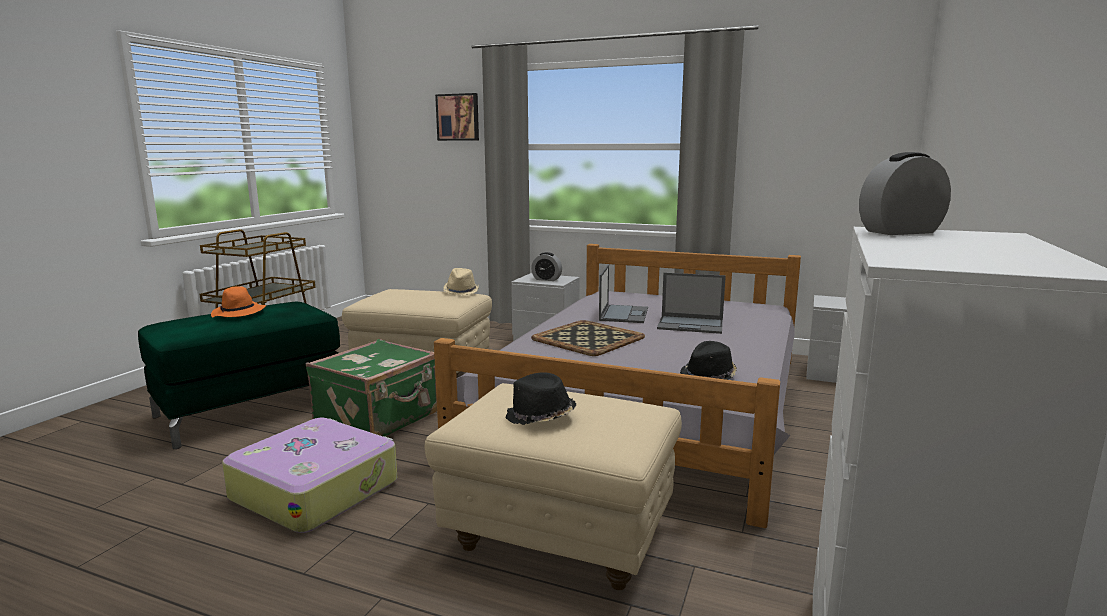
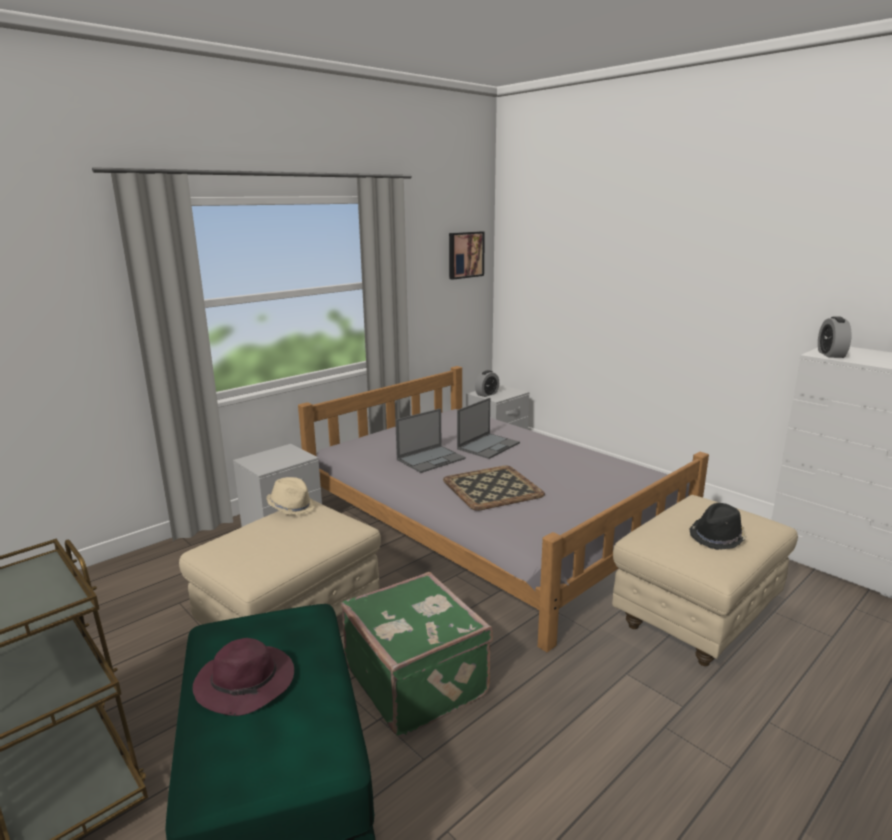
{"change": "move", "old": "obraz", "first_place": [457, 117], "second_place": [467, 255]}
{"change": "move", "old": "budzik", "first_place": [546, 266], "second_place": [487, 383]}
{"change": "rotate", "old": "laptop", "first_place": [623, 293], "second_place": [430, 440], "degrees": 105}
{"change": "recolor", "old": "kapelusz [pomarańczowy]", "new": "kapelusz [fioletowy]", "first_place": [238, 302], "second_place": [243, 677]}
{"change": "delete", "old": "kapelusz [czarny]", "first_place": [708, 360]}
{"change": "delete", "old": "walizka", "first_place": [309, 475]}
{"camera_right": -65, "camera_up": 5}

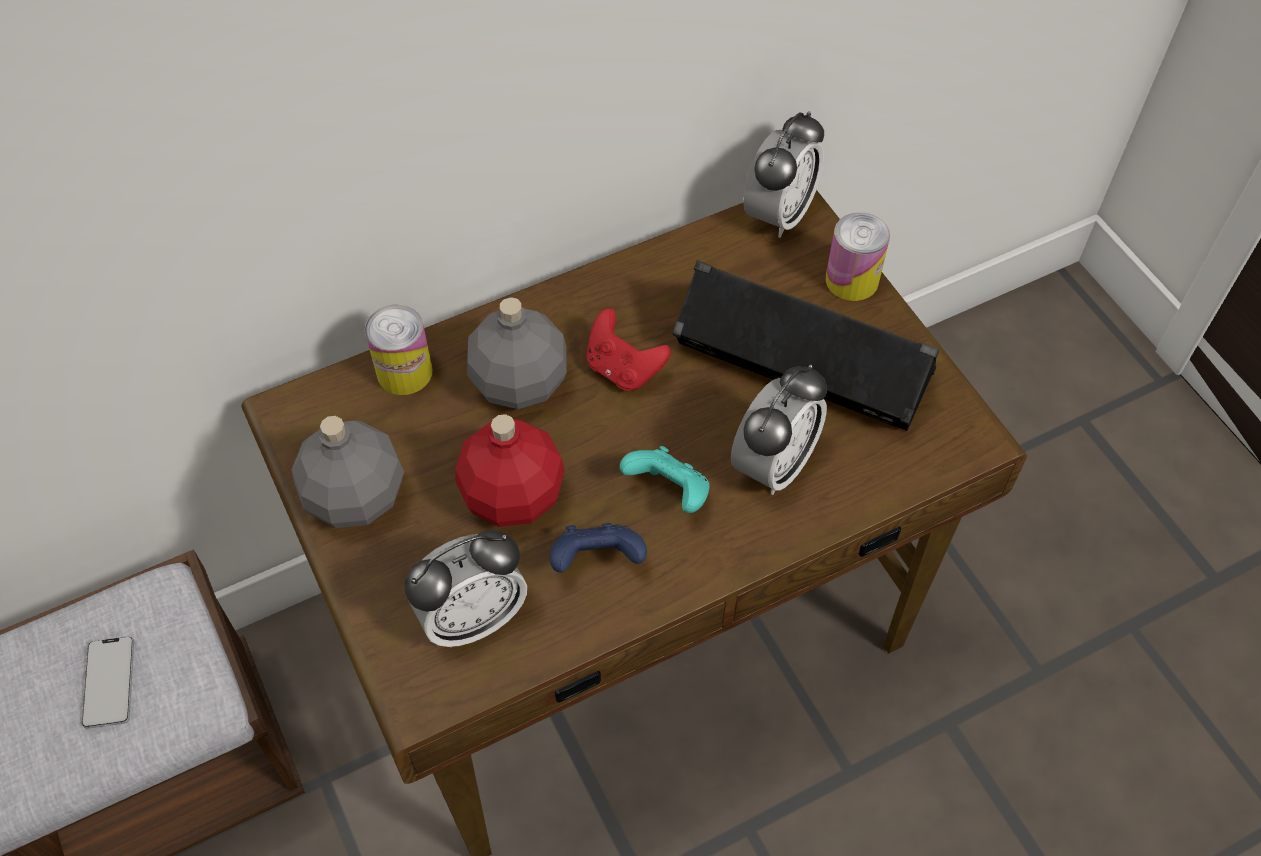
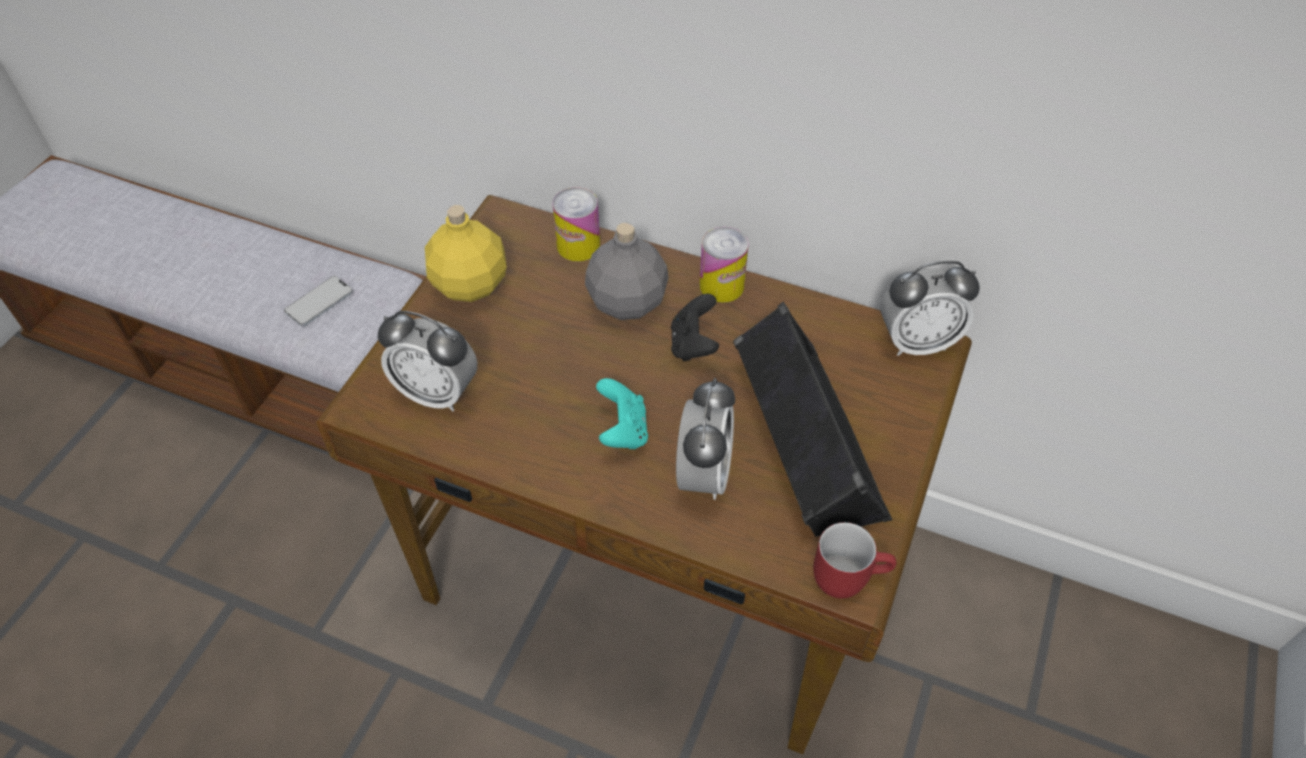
{"change": "move", "old": "puszka", "first_place": [858, 256], "second_place": [724, 265]}
{"change": "recolor", "old": "pad do gier [czerwony]", "new": "pad do gier [czarny]", "first_place": [628, 349], "second_place": [695, 327]}
{"change": "rotate", "old": "budzik", "first_place": [779, 429], "second_place": [705, 439], "degrees": -75}
{"change": "delete", "old": "butelka [czerwony]", "first_place": [510, 470]}
{"change": "recolor", "old": "butelka [szary]", "new": "butelka [żółty]", "first_place": [348, 472], "second_place": [466, 253]}
{"change": "delete", "old": "pad do gier [niebieski]", "first_place": [598, 547]}
{"change": "insert", "new": "kubek [czerwony]", "second_place": [854, 560]}
{"camera_right": 50, "camera_up": -5}

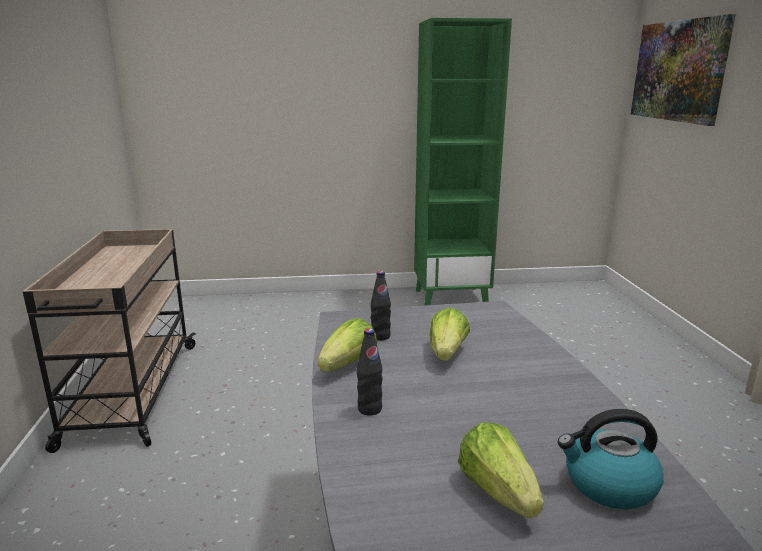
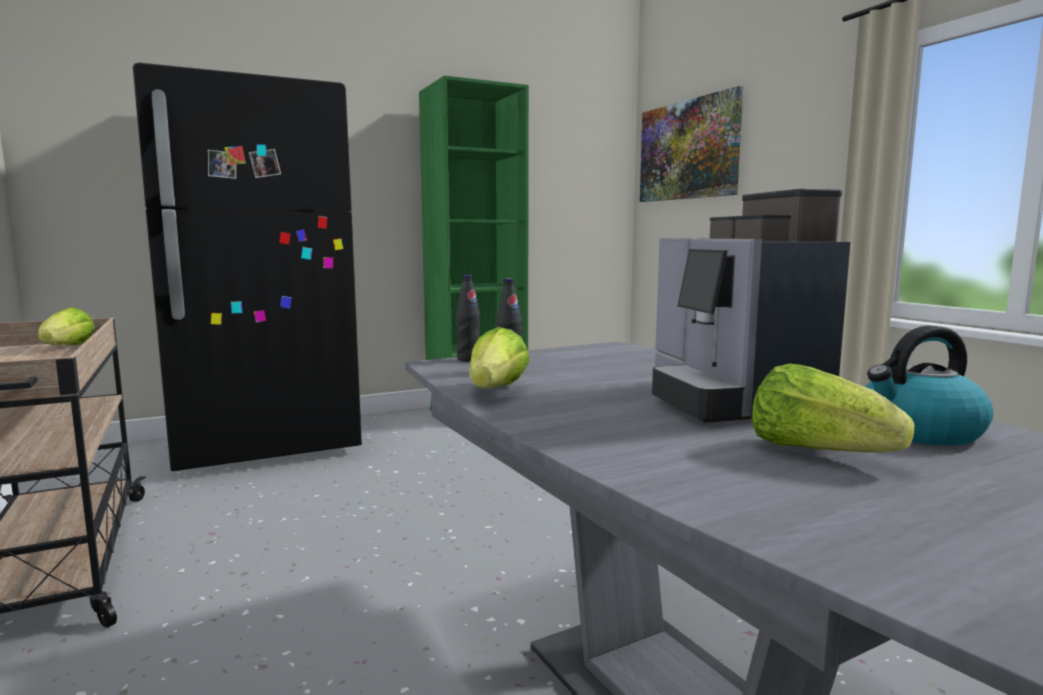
{"change": "move", "old": "sałata", "first_place": [449, 334], "second_place": [66, 326]}
{"change": "move", "old": "butelka [czarny]", "first_place": [370, 371], "second_place": [468, 318]}
{"change": "insert", "new": "lodówka [czarny]", "second_place": [247, 267]}
{"change": "insert", "new": "ekspres do kawy", "second_place": [751, 306]}
{"camera_right": -20, "camera_up": -10}

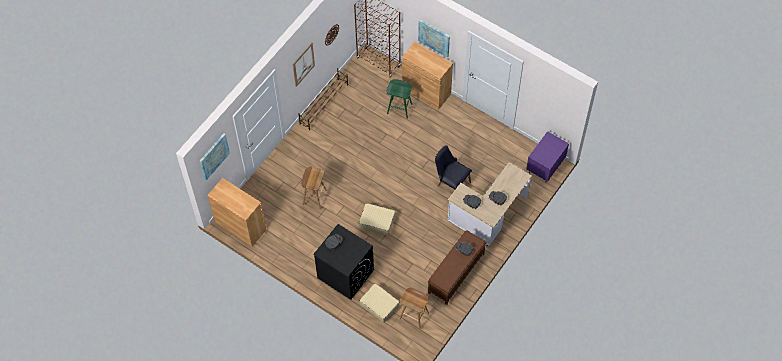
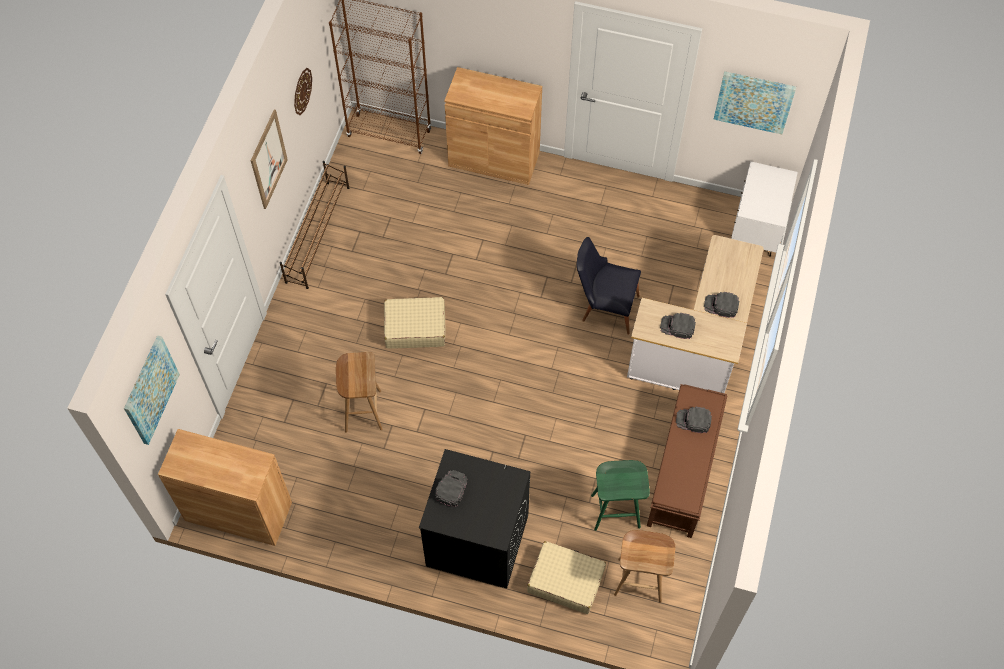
{"change": "move", "old": "obraz", "first_place": [434, 38], "second_place": [755, 102]}
{"change": "move", "old": "stołek [zielony]", "first_place": [399, 99], "second_place": [620, 495]}
{"change": "recolor", "old": "szafka nocna [fioletowy]", "new": "szafka nocna [biały]", "first_place": [547, 156], "second_place": [764, 209]}
{"change": "move", "old": "walizka [beżowy]", "first_place": [377, 219], "second_place": [414, 323]}
{"camera_right": -20, "camera_up": 0}

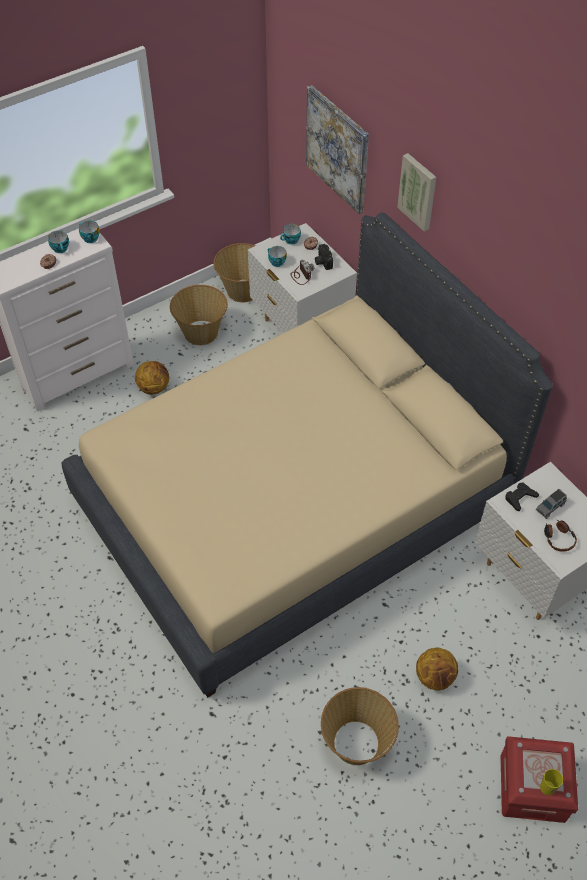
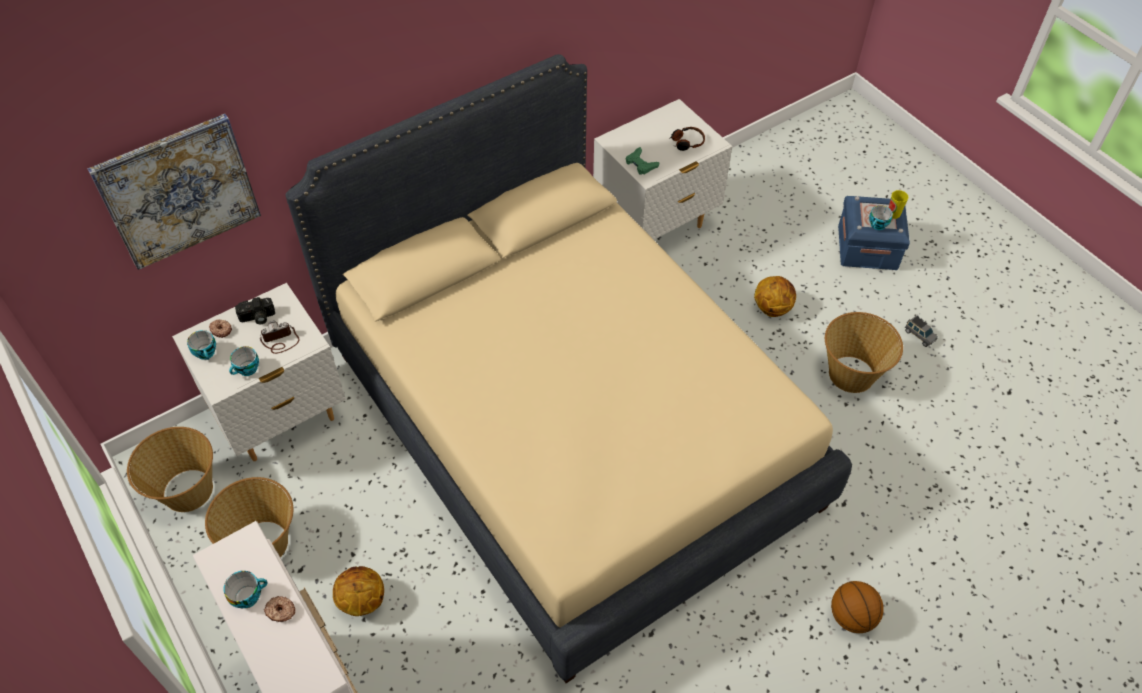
{"change": "delete", "old": "obraz", "first_place": [416, 192]}
{"change": "move", "old": "filiżanka", "first_place": [89, 231], "second_place": [881, 217]}
{"change": "recolor", "old": "pad do gier [czarny]", "new": "pad do gier [zielony]", "first_place": [522, 497], "second_place": [642, 161]}
{"change": "move", "old": "samochodzik [szary]", "first_place": [551, 504], "second_place": [921, 331]}
{"change": "recolor", "old": "pojemnik do przechowywania [czerwony]", "new": "pojemnik do przechowywania [niebieski]", "first_place": [539, 779], "second_place": [874, 233]}
{"change": "insert", "new": "piłka do koszykówki", "second_place": [857, 607]}
{"camera_right": -90, "camera_up": 0}

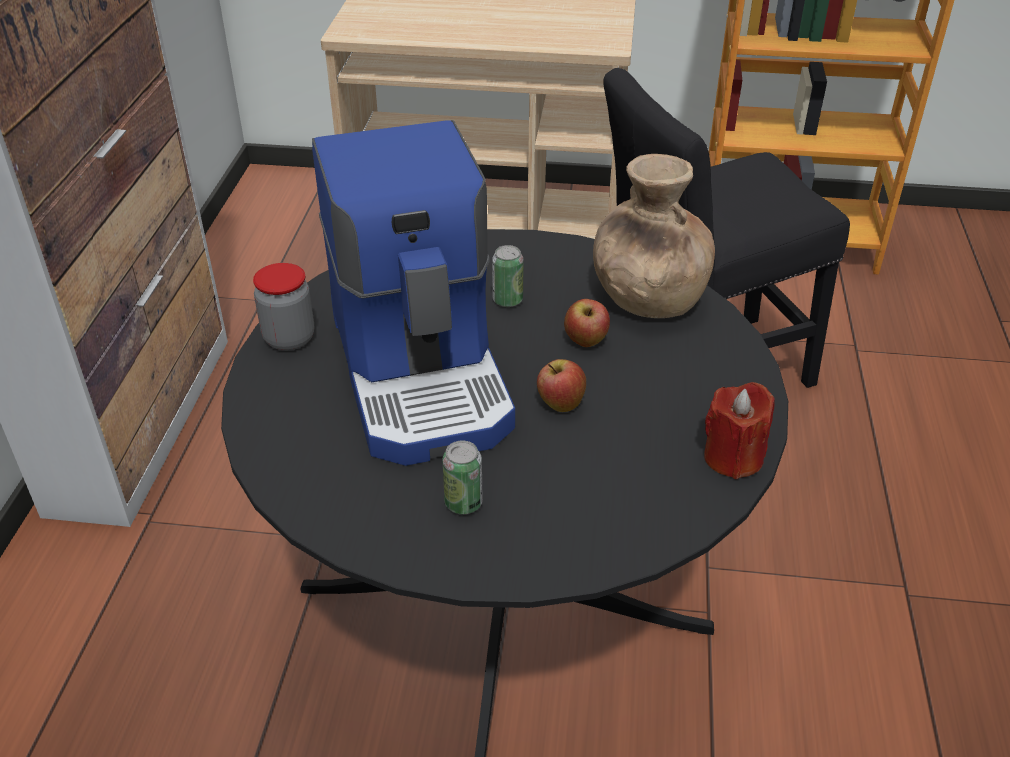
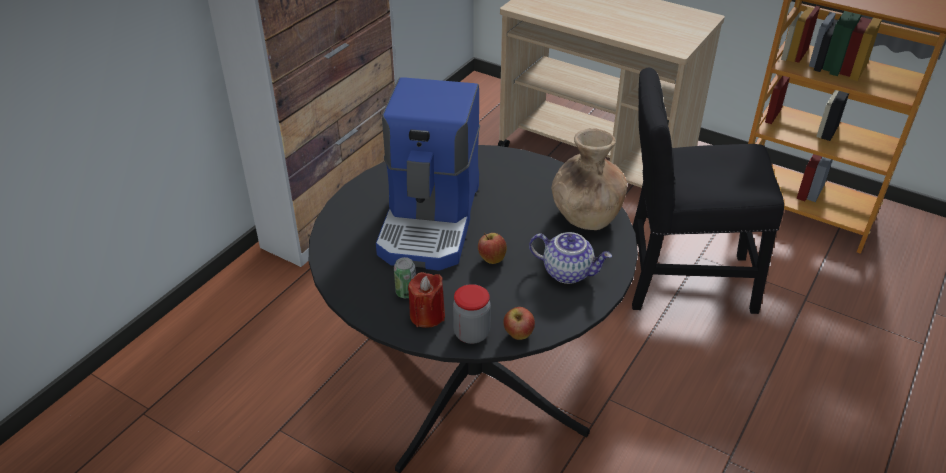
{"change": "delete", "old": "puszka", "first_place": [508, 276]}
{"change": "move", "old": "słoik", "first_place": [283, 307], "second_place": [472, 314]}
{"change": "move", "old": "jabłko", "first_place": [587, 323], "second_place": [519, 323]}
{"change": "move", "old": "świeca [czerwony]", "first_place": [739, 430], "second_place": [426, 300]}
{"change": "insert", "new": "imbryk", "second_place": [570, 258]}
{"camera_right": 25, "camera_up": 0}

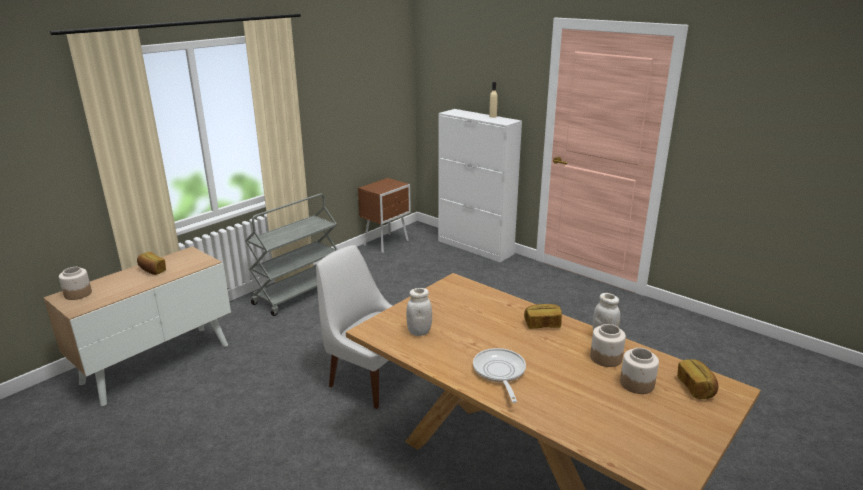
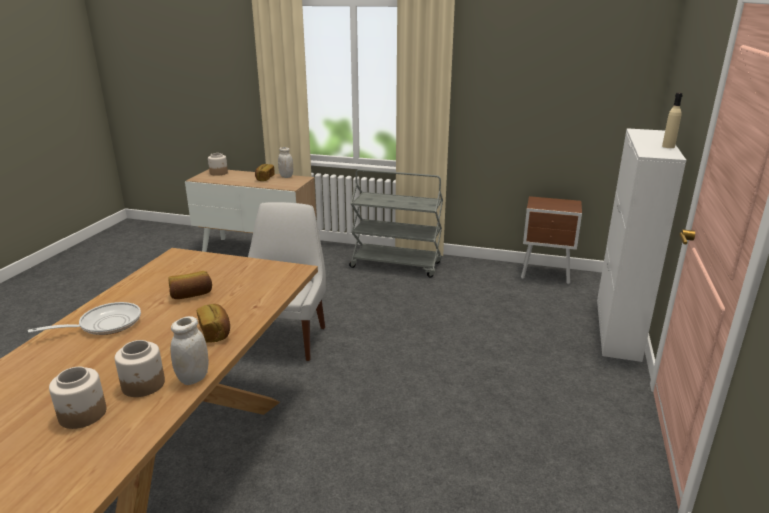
{"change": "move", "old": "słoik [biały]", "first_place": [419, 312], "second_place": [285, 162]}
{"change": "move", "old": "chleb", "first_place": [697, 379], "second_place": [190, 285]}
{"camera_right": 65, "camera_up": 0}

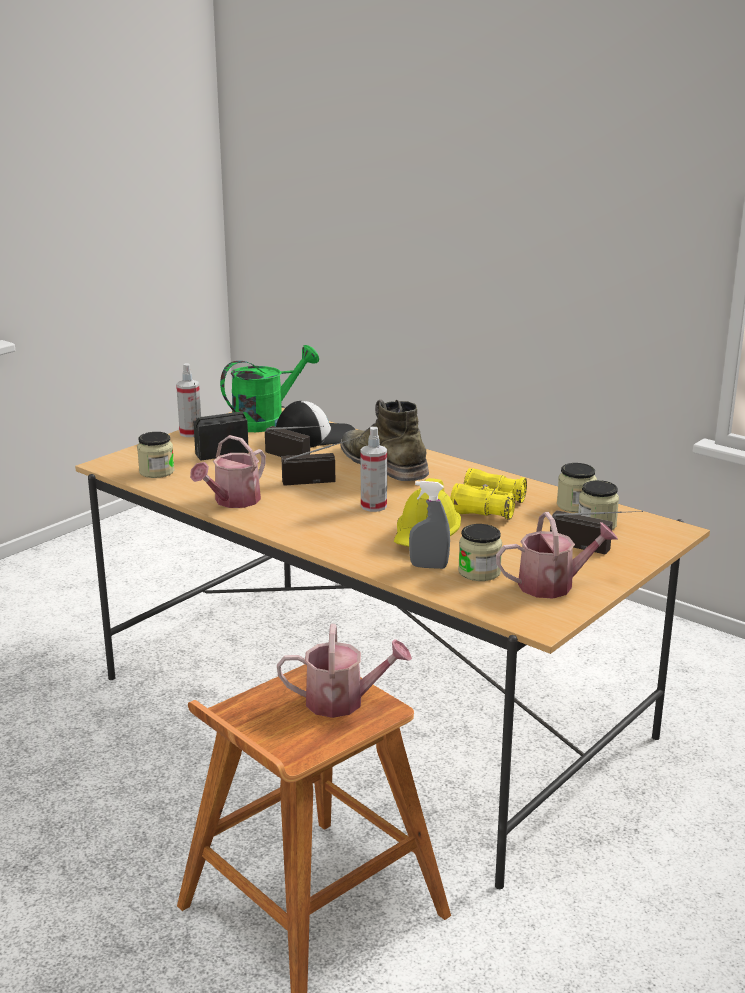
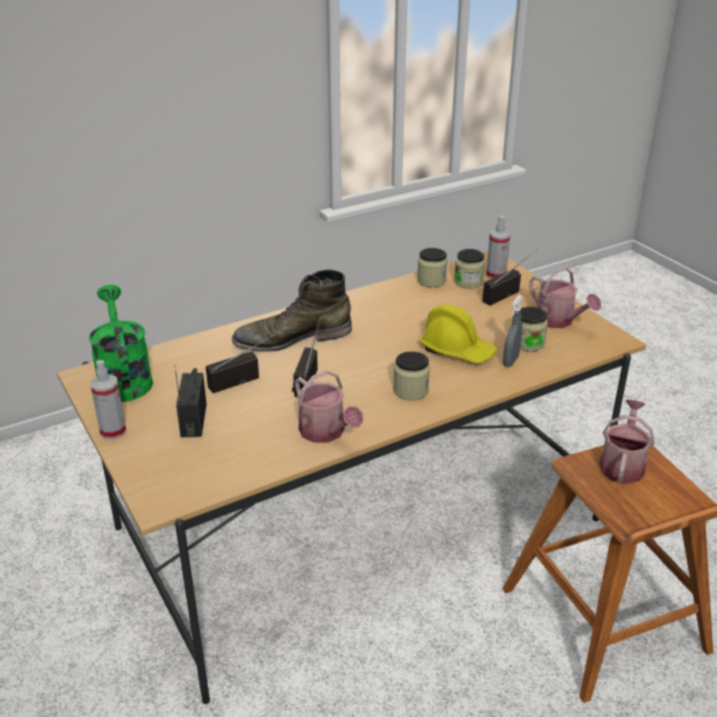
{"change": "delete", "old": "czapka z daszkiem", "first_place": [315, 424]}
{"change": "move", "old": "spryskiwacz", "first_place": [373, 469], "second_place": [498, 247]}
{"change": "move", "old": "słoik", "first_place": [156, 455], "second_place": [411, 375]}
{"change": "delete", "old": "lornetka [żółty]", "first_place": [488, 494]}
{"change": "rotate", "old": "konewka", "first_place": [557, 555], "second_place": [565, 297], "degrees": 135}
{"camera_right": -70, "camera_up": 10}

